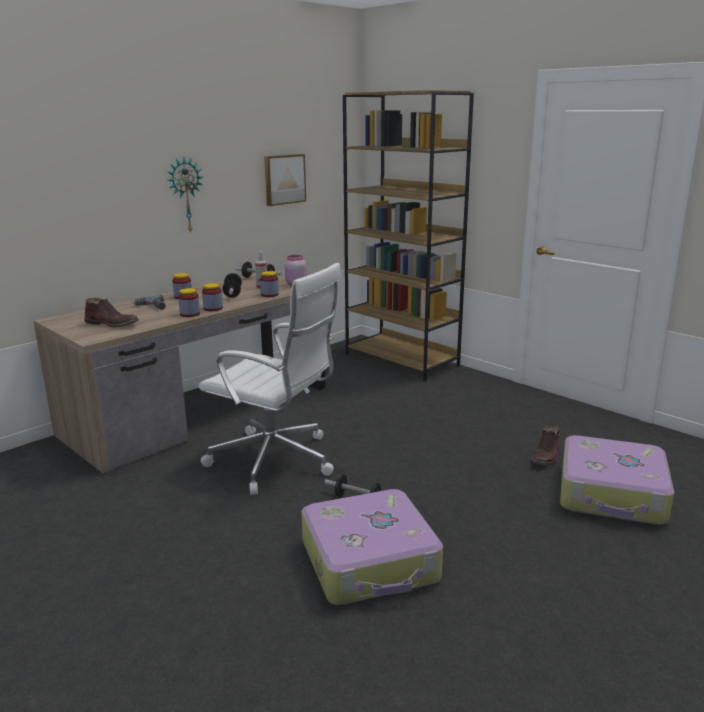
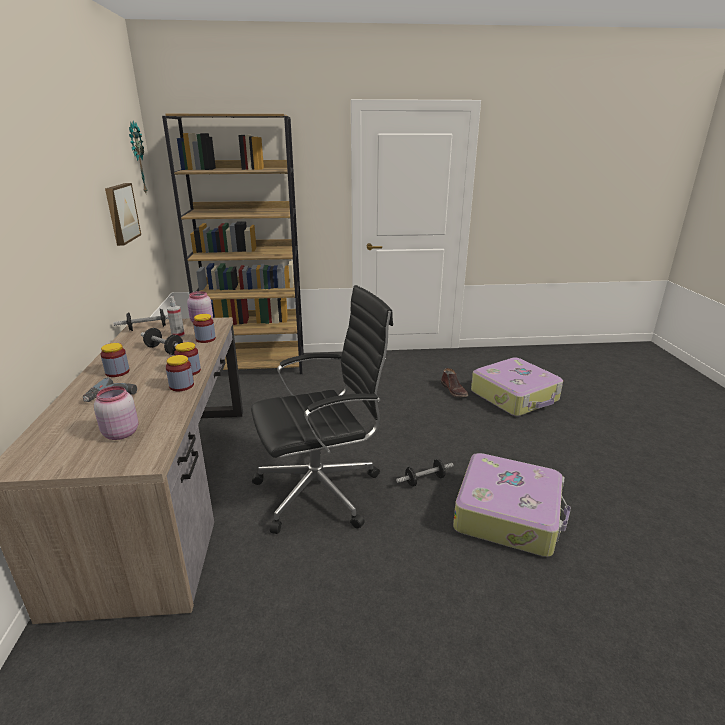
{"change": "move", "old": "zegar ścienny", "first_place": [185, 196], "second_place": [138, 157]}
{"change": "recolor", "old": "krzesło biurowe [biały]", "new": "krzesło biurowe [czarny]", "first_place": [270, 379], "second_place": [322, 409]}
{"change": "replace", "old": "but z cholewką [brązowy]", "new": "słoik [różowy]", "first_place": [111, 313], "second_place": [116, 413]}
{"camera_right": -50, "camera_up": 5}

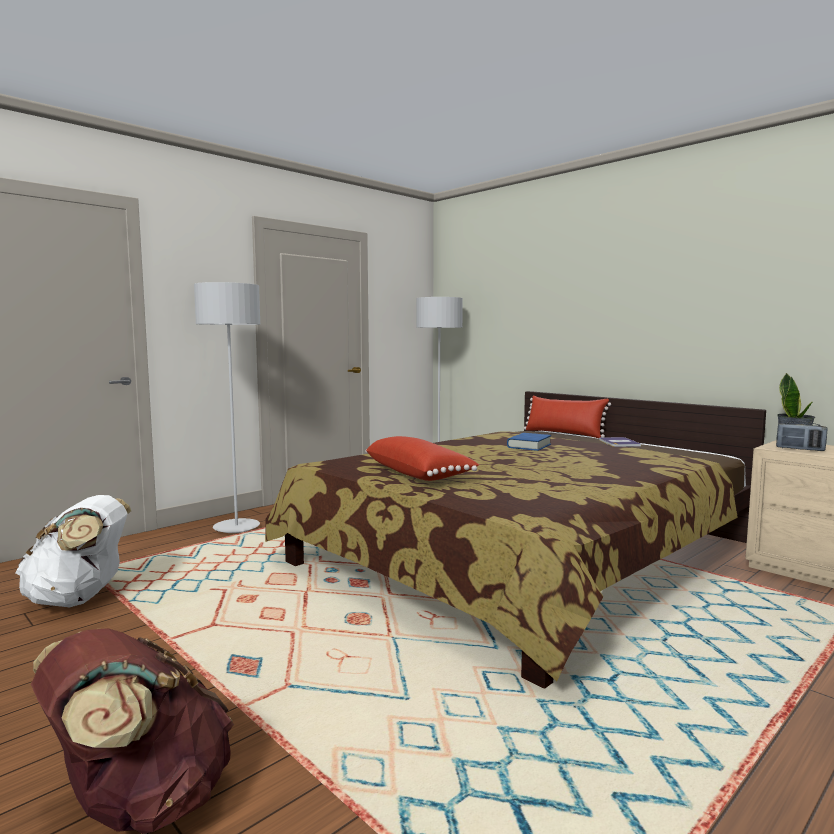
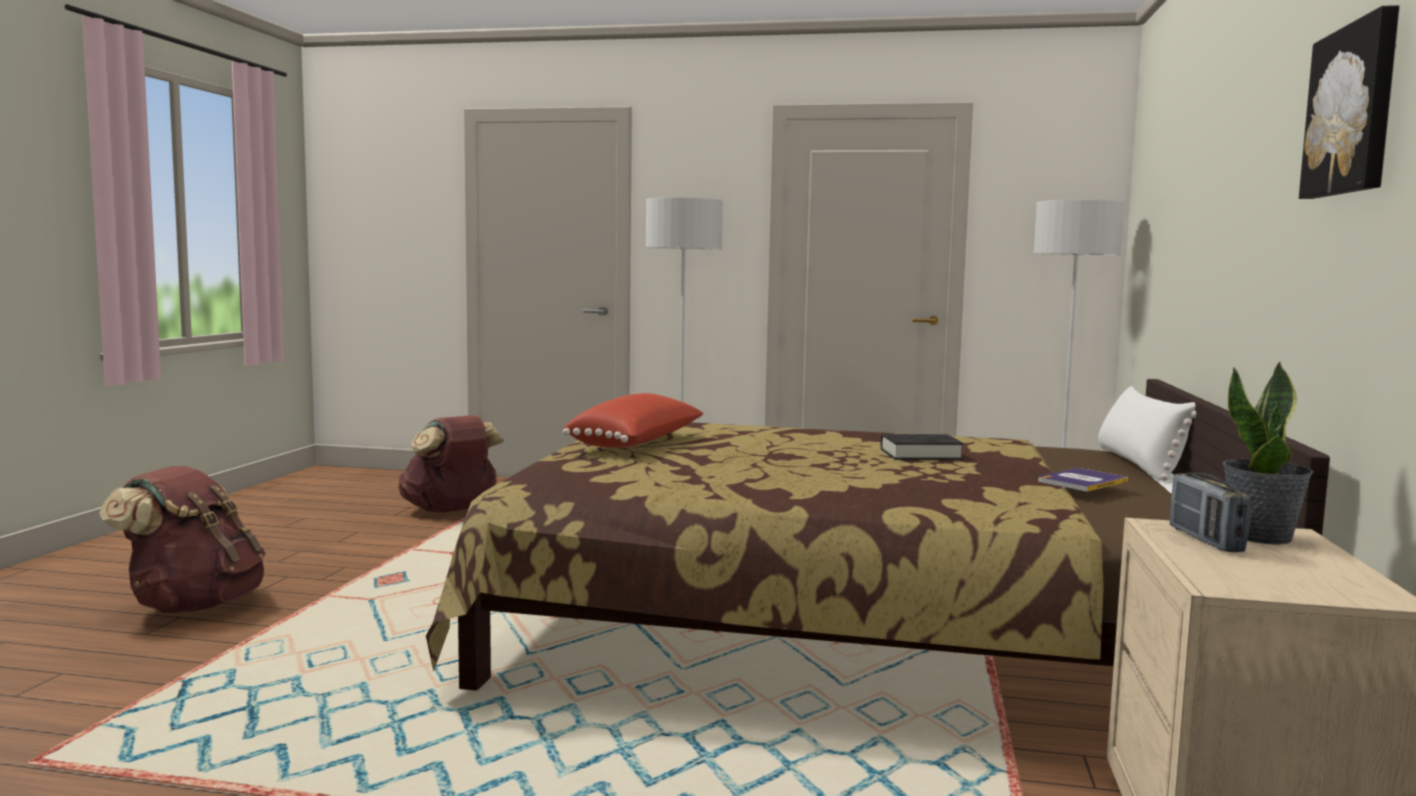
{"change": "recolor", "old": "poduszka [czerwony]", "new": "poduszka [biały]", "first_place": [567, 417], "second_place": [1147, 433]}
{"change": "recolor", "old": "książka [niebieski]", "new": "książka [czarny]", "first_place": [529, 442], "second_place": [922, 447]}
{"change": "recolor", "old": "plecak [biały]", "new": "plecak [brązowy]", "first_place": [73, 551], "second_place": [451, 463]}
{"change": "insert", "new": "obraz", "second_place": [1349, 102]}
{"camera_right": 55, "camera_up": 0}

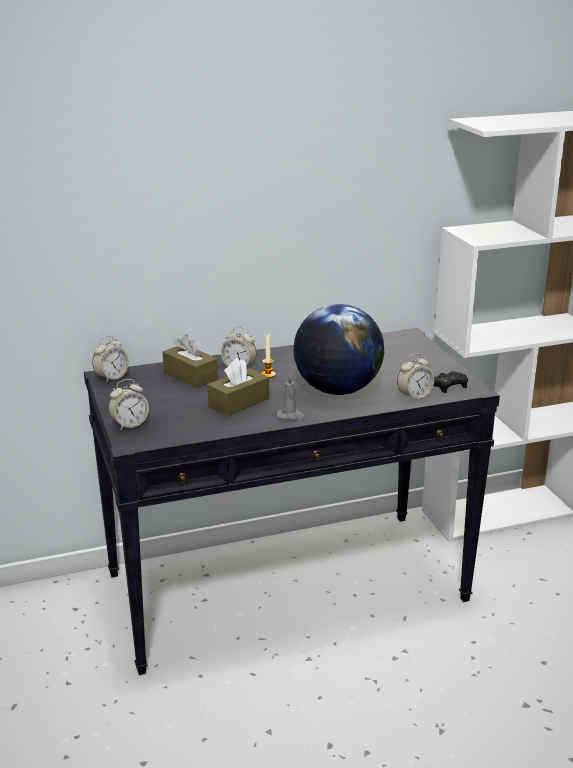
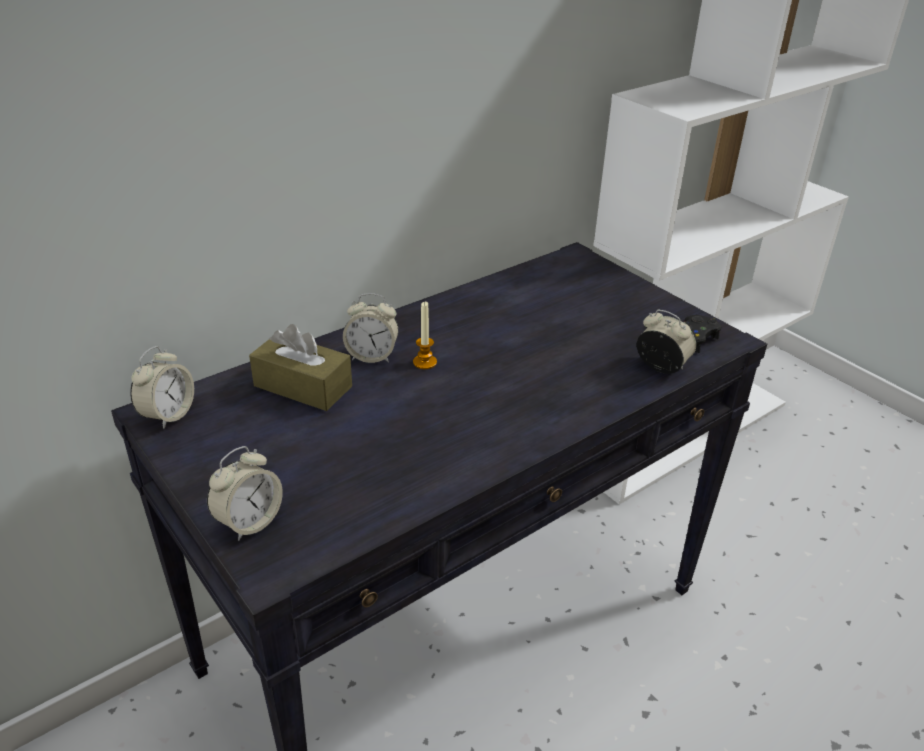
{"change": "delete", "old": "globus", "first_place": [338, 349]}
{"change": "rotate", "old": "budzik", "first_place": [415, 377], "second_place": [666, 342], "degrees": -90}
{"change": "delete", "old": "pudełko chusteczek [brązowy]", "first_place": [238, 387]}
{"change": "delete", "old": "świeca [szary]", "first_place": [291, 397]}
{"camera_right": -20, "camera_up": 10}

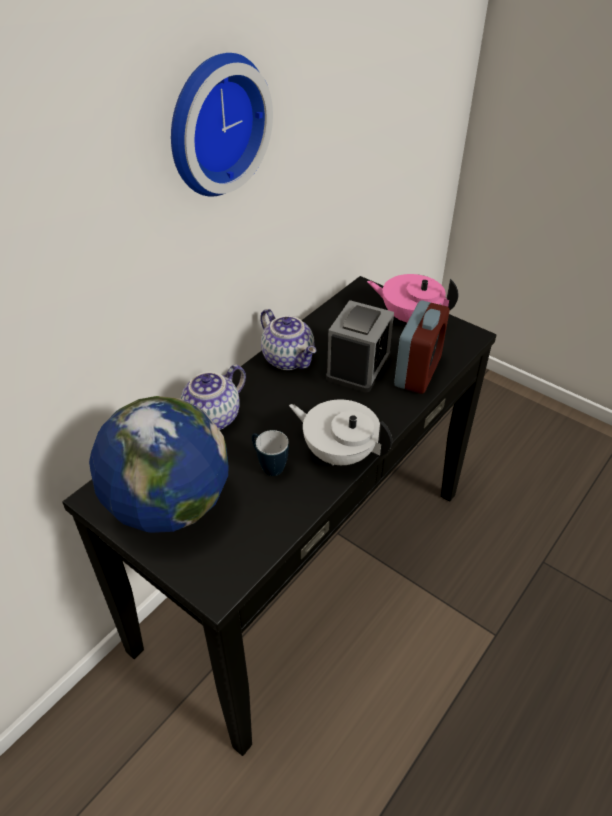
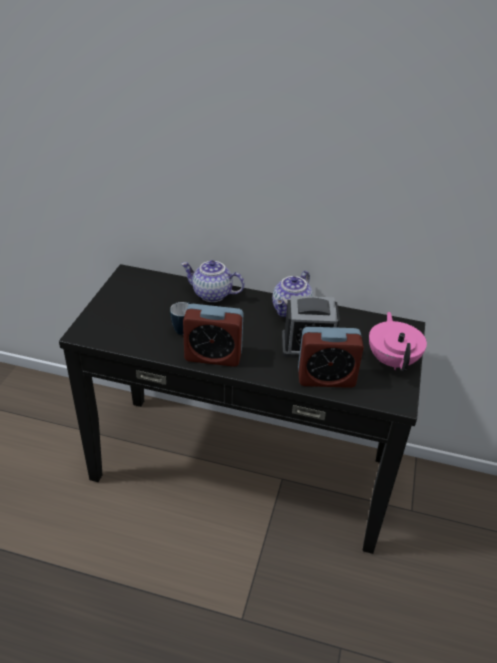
{"change": "delete", "old": "zegar ścienny", "first_place": [222, 125]}
{"change": "delete", "old": "globus", "first_place": [159, 464]}
{"change": "replace", "old": "imbryk [biały]", "new": "budzik", "first_place": [340, 432], "second_place": [213, 335]}
{"camera_right": 65, "camera_up": -5}

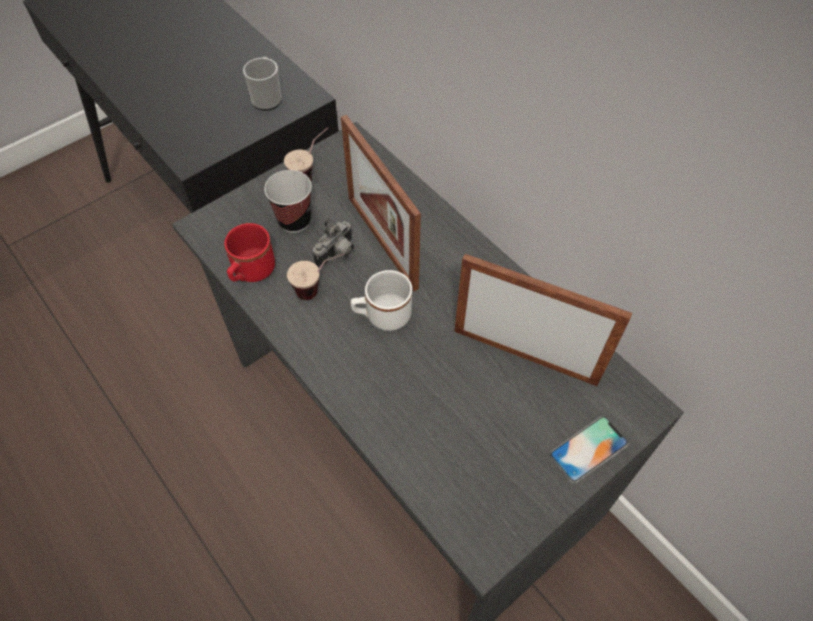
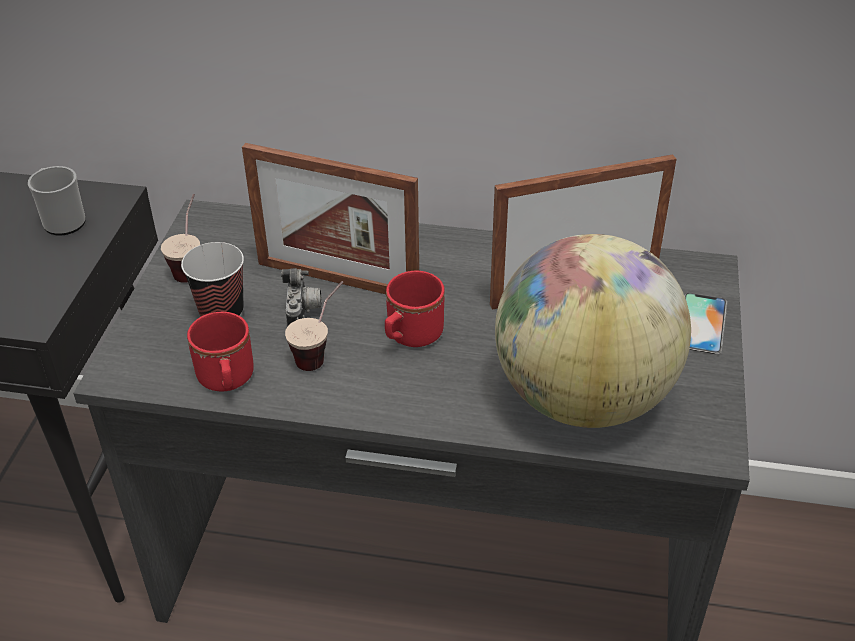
{"change": "recolor", "old": "kubek [biały]", "new": "kubek [czerwony]", "first_place": [381, 300], "second_place": [415, 308]}
{"change": "insert", "new": "globus", "second_place": [593, 331]}
{"camera_right": -40, "camera_up": -15}

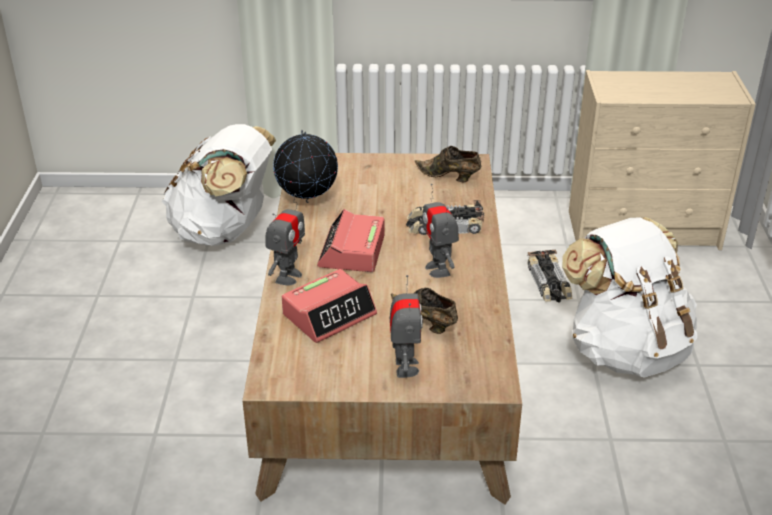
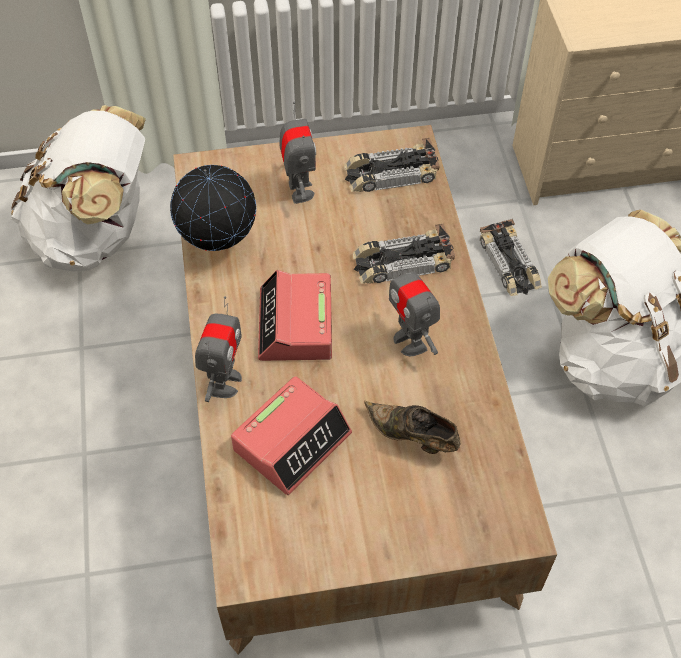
{"change": "replace", "old": "but [brązowy]", "new": "samochodzik", "first_place": [448, 164], "second_place": [392, 165]}
{"change": "move", "old": "robot zabawkowy", "first_place": [406, 326], "second_place": [297, 153]}
{"camera_right": -10, "camera_up": 20}

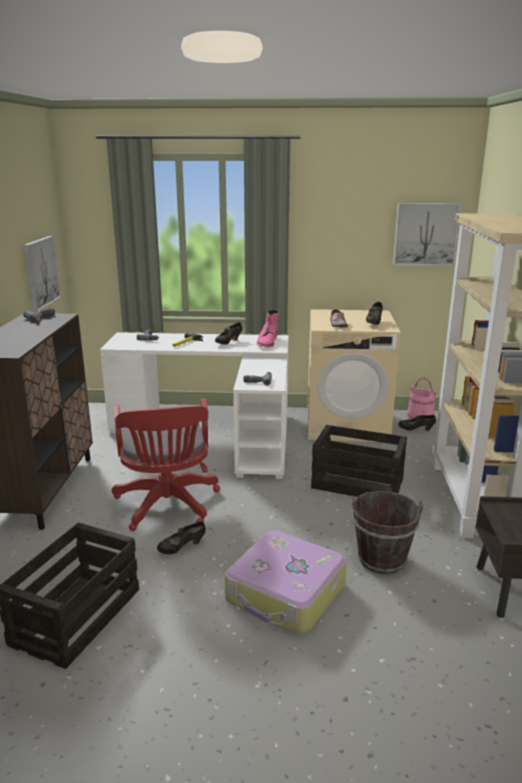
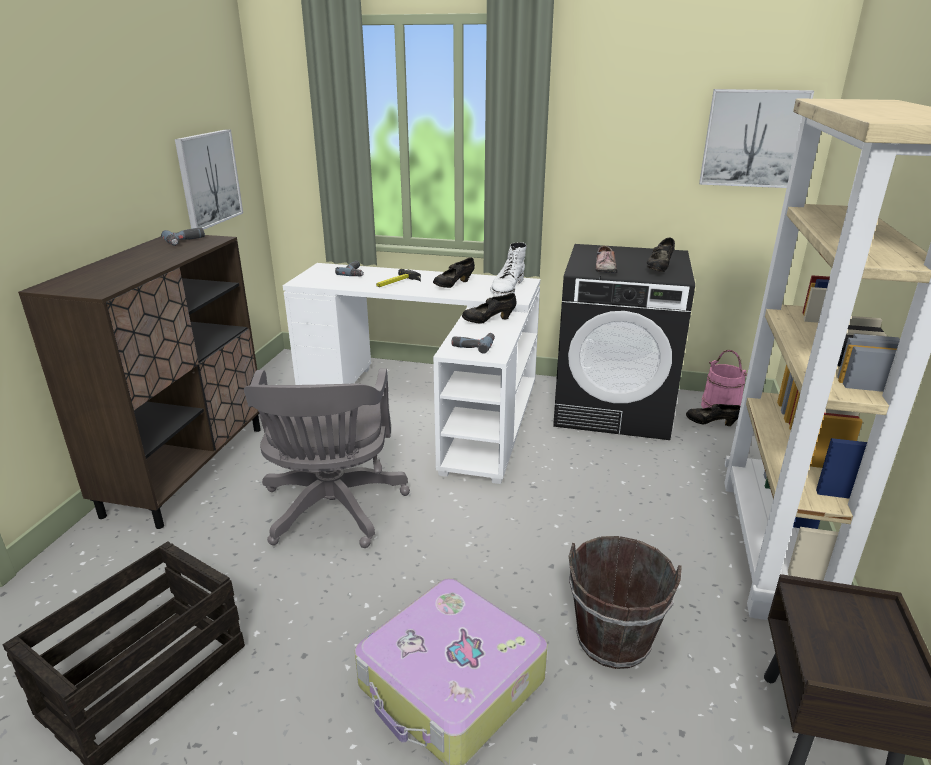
{"change": "recolor", "old": "pralka [beżowy]", "new": "pralka [czarny]", "first_place": [354, 375], "second_place": [624, 342]}
{"change": "recolor", "old": "but z cholewką [różowy]", "new": "but z cholewką [biały]", "first_place": [267, 329], "second_place": [508, 269]}
{"change": "recolor", "old": "krzesło biurowe [czerwony]", "new": "krzesło biurowe [szary]", "first_place": [166, 464], "second_place": [327, 458]}
{"change": "delete", "old": "skrzynka", "first_place": [359, 461]}
{"change": "move", "old": "but [czarny]", "first_place": [181, 537], "second_place": [489, 308]}
{"camera_right": 10, "camera_up": 5}

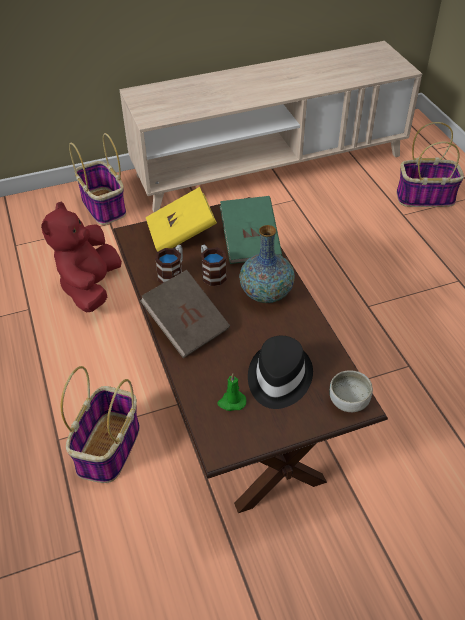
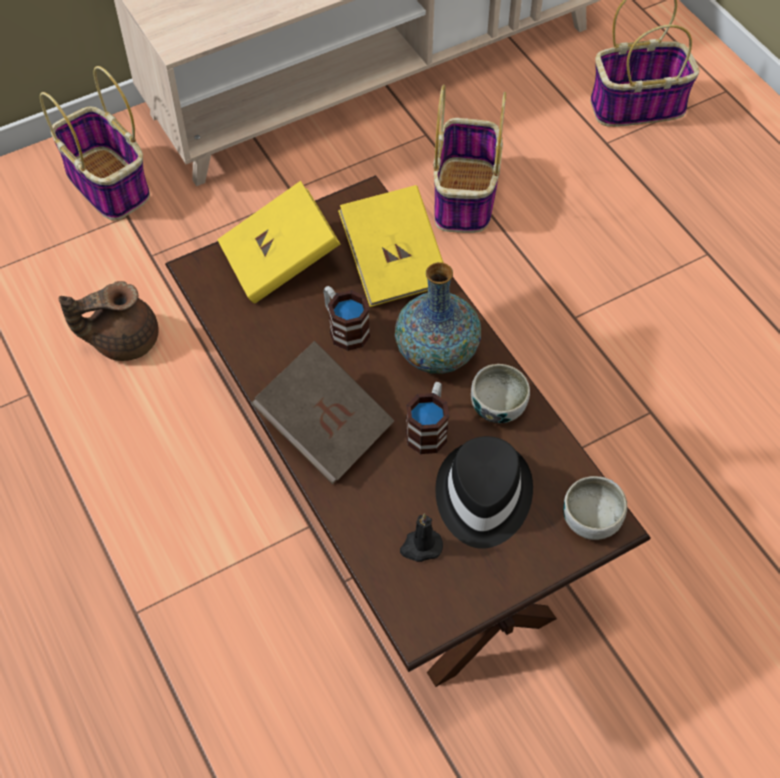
{"change": "recolor", "old": "książka [zielony]", "new": "książka [żółty]", "first_place": [251, 230], "second_place": [391, 246]}
{"change": "replace", "old": "pluszak [czerwony]", "new": "imbryk [brązowy]", "first_place": [81, 257], "second_place": [109, 321]}
{"change": "move", "old": "kubek", "first_place": [169, 264], "second_place": [427, 418]}
{"change": "move", "old": "koszyk", "first_place": [100, 424], "second_place": [469, 159]}
{"change": "recolor", "old": "świeca [zielony]", "new": "świeca [czarny]", "first_place": [231, 392], "second_place": [421, 538]}
{"change": "insert", "new": "miska", "second_place": [500, 393]}
{"camera_right": -10, "camera_up": 10}

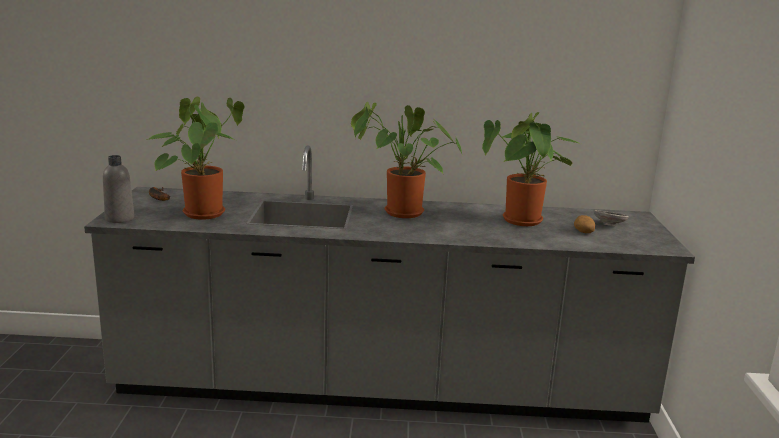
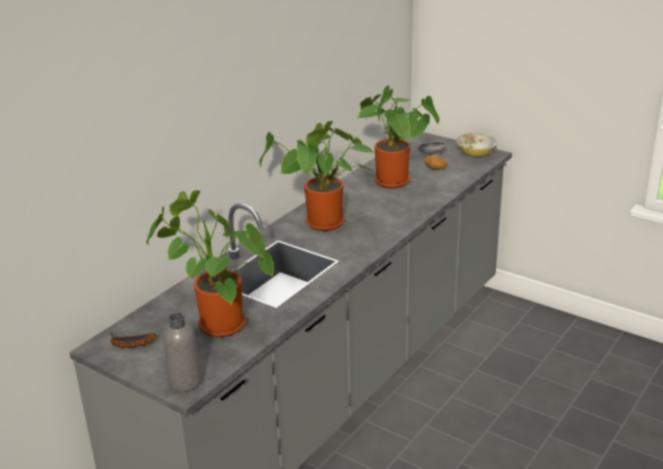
{"change": "insert", "new": "miska", "second_place": [476, 145]}
{"camera_right": -55, "camera_up": 10}

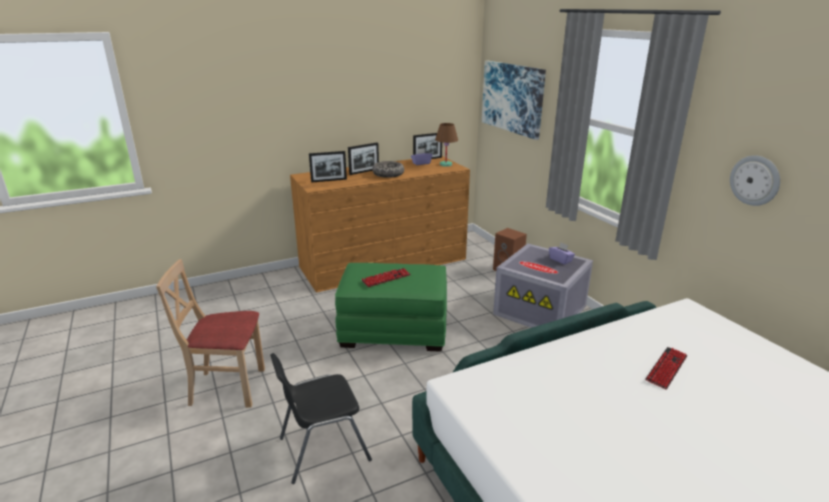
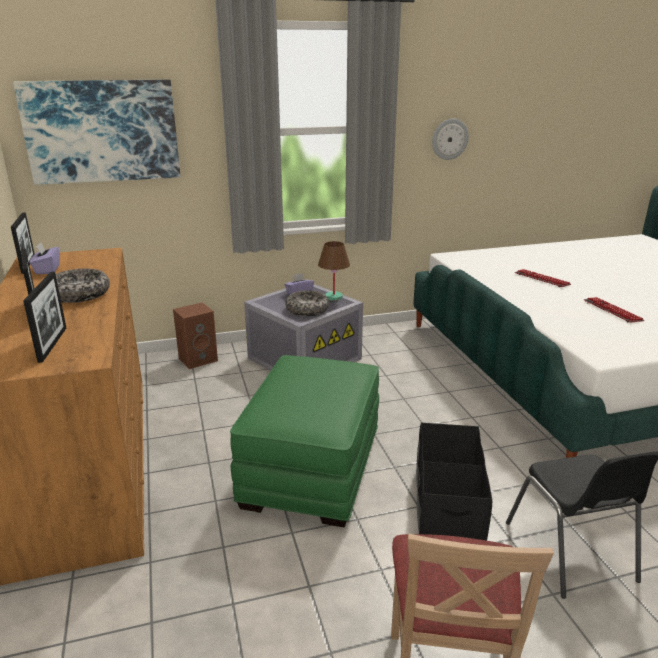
{"change": "move", "old": "lampa stołowa [brązowy]", "first_place": [446, 145], "second_place": [334, 271]}
{"change": "move", "old": "klawiatura", "first_place": [386, 277], "second_place": [614, 310]}
{"change": "insert", "new": "miska", "second_place": [307, 303]}
{"change": "insert", "new": "pojemnik do przechowywania [czarny]", "second_place": [454, 482]}
{"camera_right": -80, "camera_up": 0}

